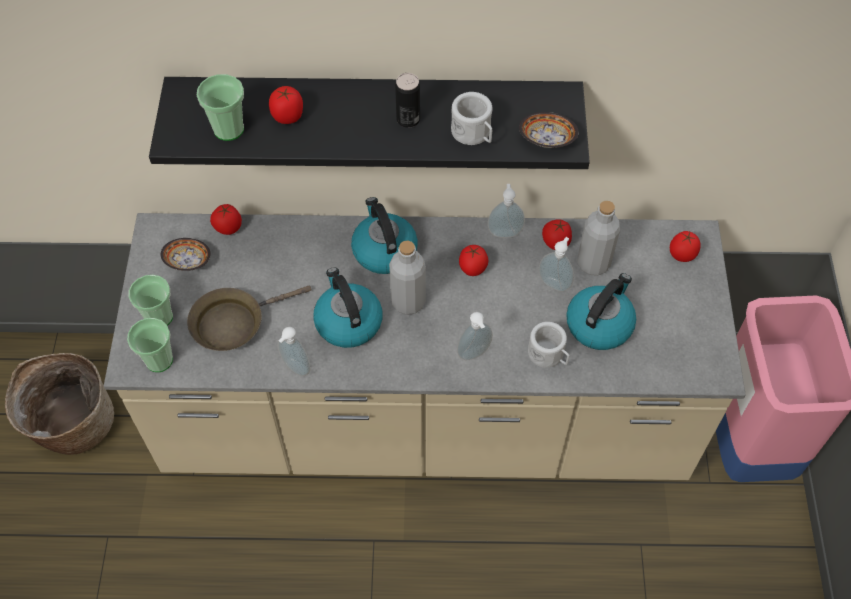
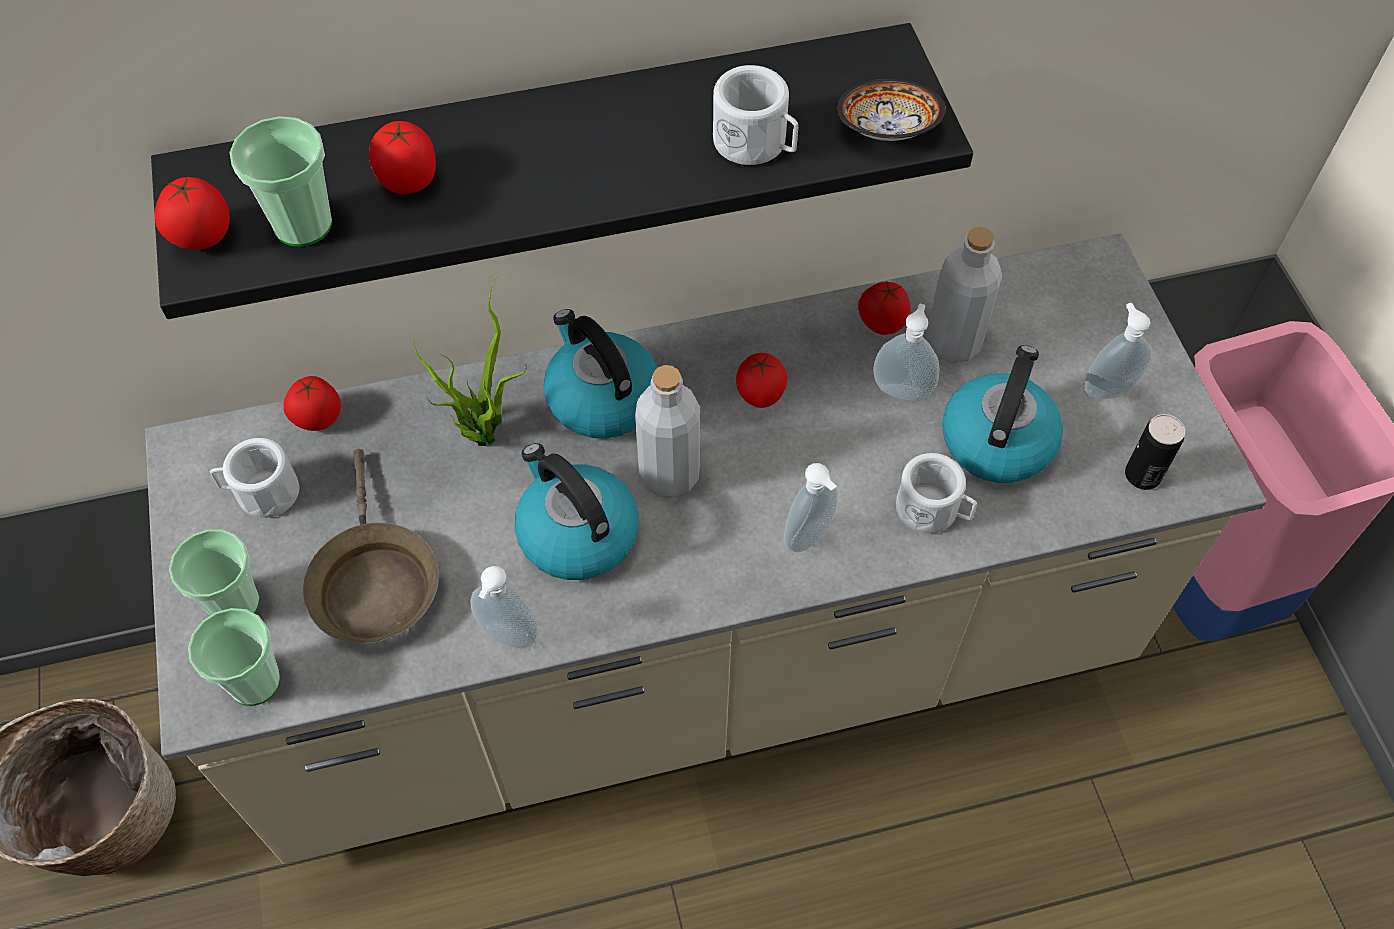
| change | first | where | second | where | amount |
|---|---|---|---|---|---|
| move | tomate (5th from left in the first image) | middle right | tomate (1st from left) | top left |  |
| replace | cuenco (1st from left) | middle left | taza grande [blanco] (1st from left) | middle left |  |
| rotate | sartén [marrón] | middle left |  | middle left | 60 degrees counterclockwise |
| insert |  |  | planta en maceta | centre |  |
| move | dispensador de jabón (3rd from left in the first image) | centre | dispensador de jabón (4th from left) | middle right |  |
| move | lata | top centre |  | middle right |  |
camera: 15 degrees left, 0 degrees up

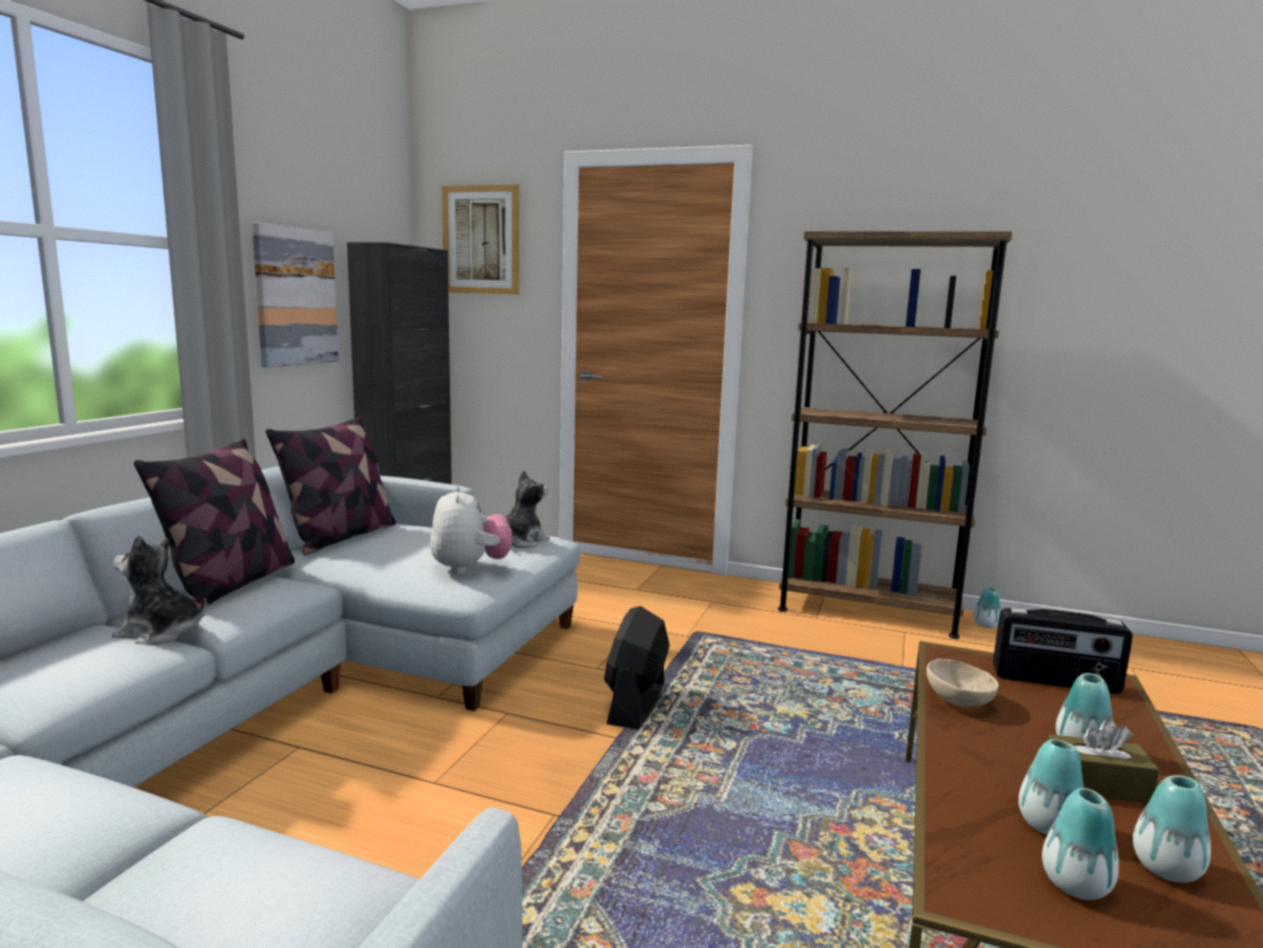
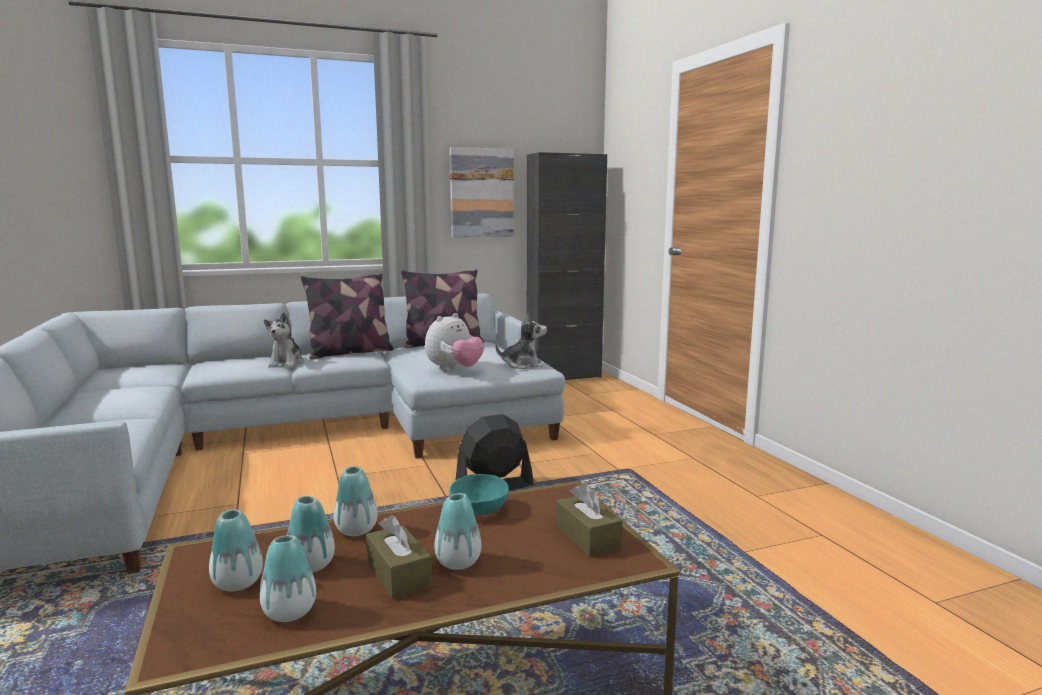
| change | first | where | second | where | amount |
|---|---|---|---|---|---|
| rotate | peluche (1st from left) | middle left |  | middle left | 150 degrees counterclockwise |
| move | florero (1st from left in the first image) | middle right | florero (4th from left) | bottom centre |  |
| recolor | cuenco [beis] | bottom right | cuenco [turquesa] | bottom centre |  |
| replace | radio | bottom right | caja de pañuelos [marrón] (2nd from left) | bottom centre |  |
| delete | cuadro (2nd from left) | top centre |  |  |  |
| delete | estantería [marrón] | middle right |  |  |  |
camera: 50 degrees right, 0 degrees up

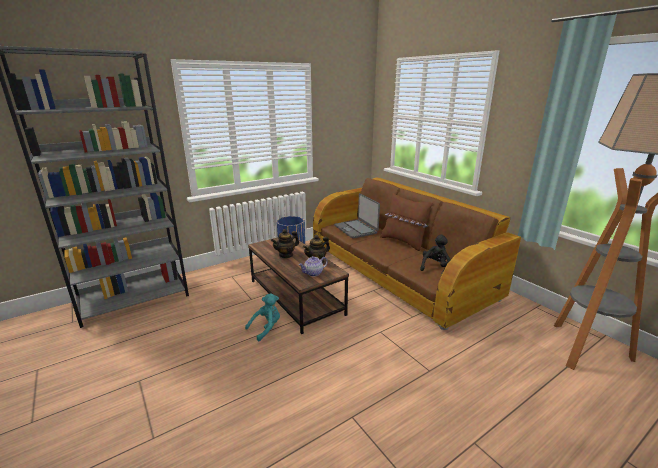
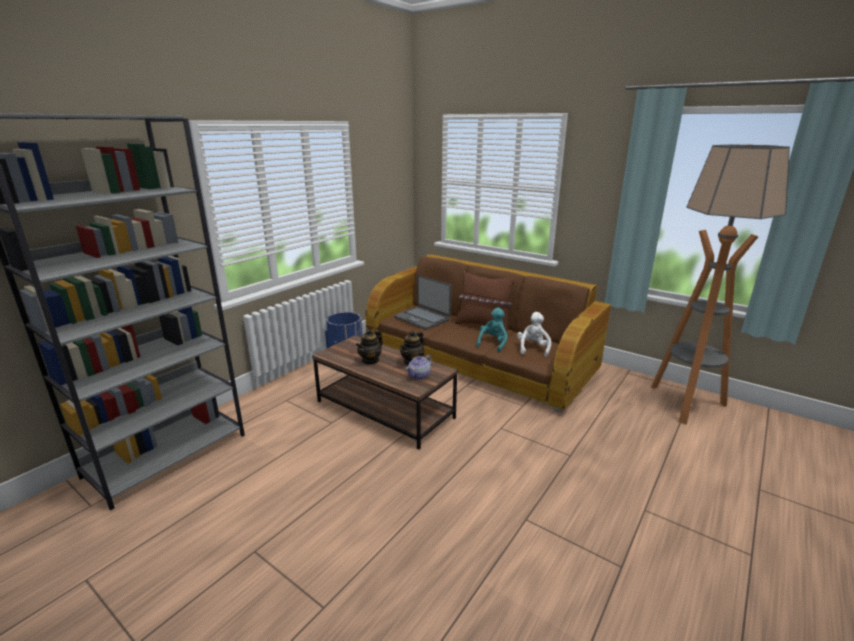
| change | first | where | second | where | amount |
|---|---|---|---|---|---|
| move | peluche [turquesa] | bottom centre |  | centre |  |
| recolor | peluche [negro] | centre | peluche [blanco] | centre |  |
camera: 20 degrees left, 0 degrees up

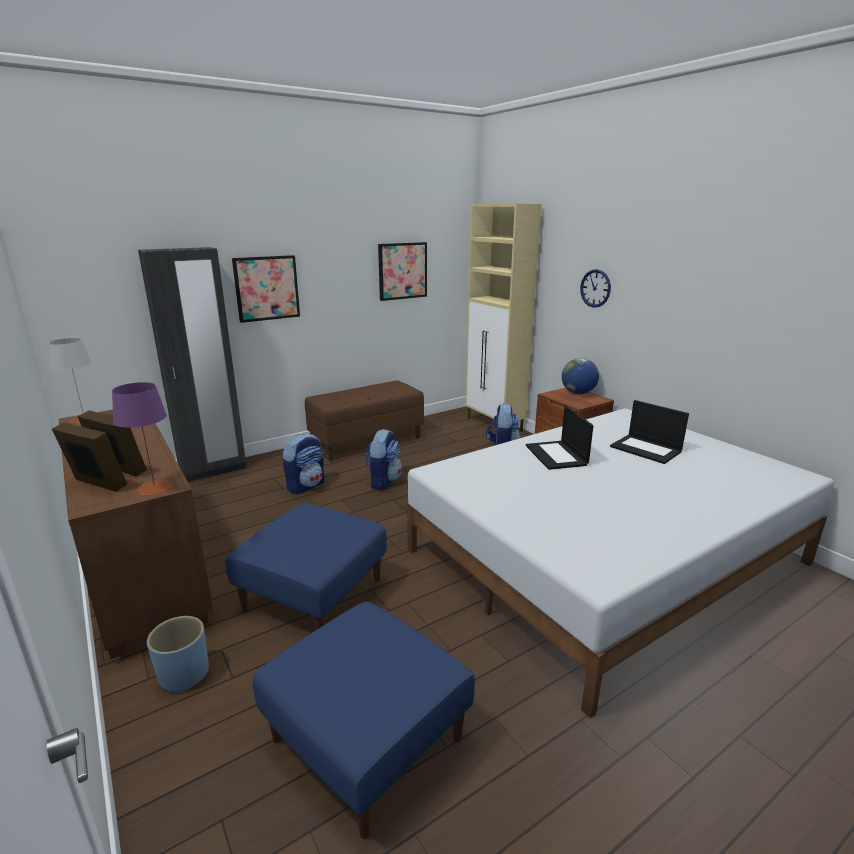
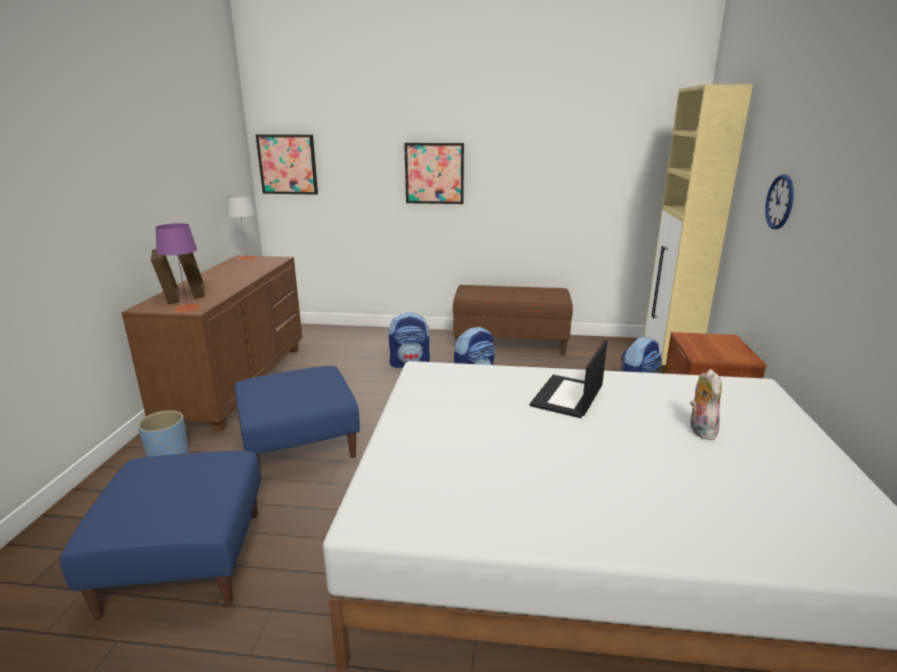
| change | first | where | second | where | amount |
|---|---|---|---|---|---|
| move | cuadro (2nd from left in the first image) | top centre | cuadro (1st from left) | top left |  |
| replace | portátil (2nd from left) | middle right | peluche | middle right |  |
| delete | armario ropero [negro] | middle left |  |  |  |
| delete | globo terráqueo | middle right |  |  |  |
camera: 40 degrees right, 0 degrees up

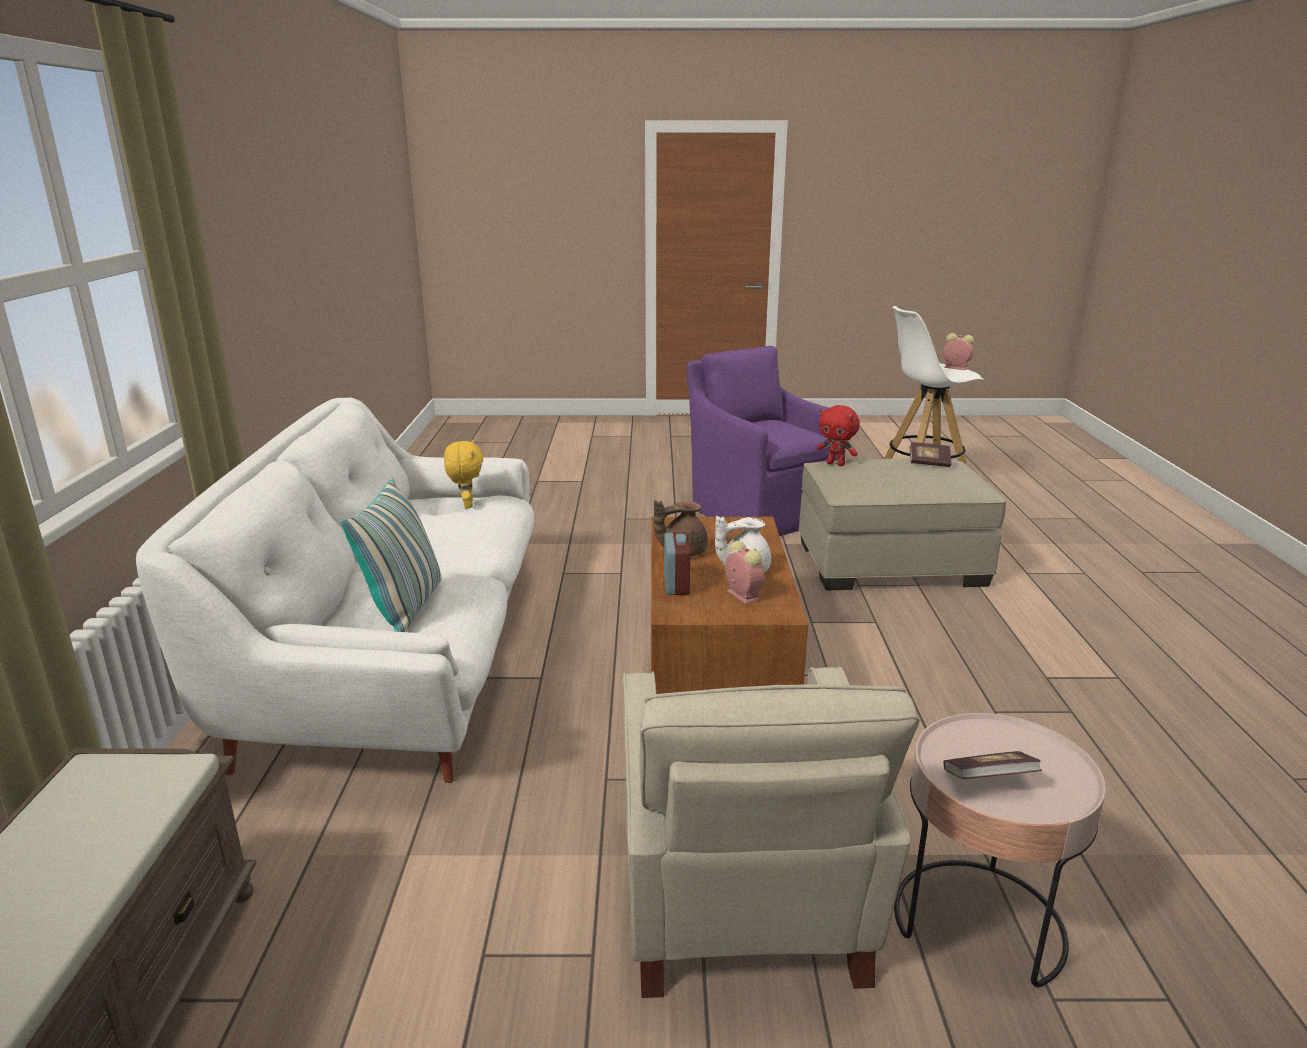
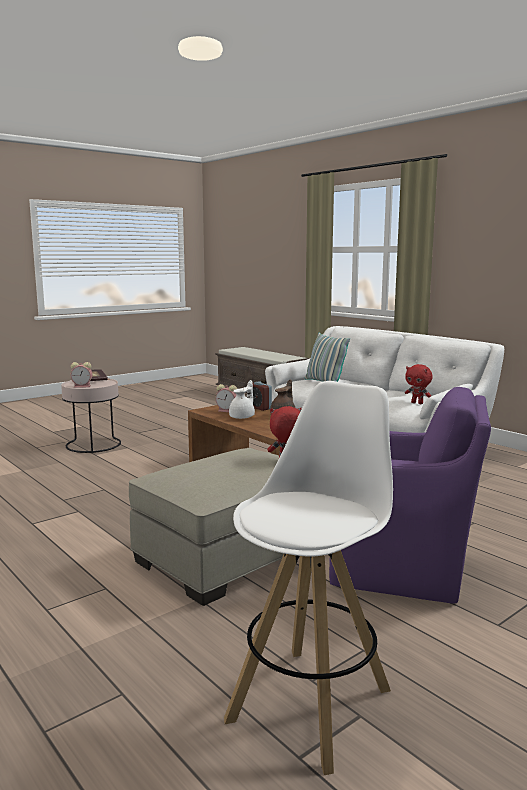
| change | first | where | second | where | amount |
|---|---|---|---|---|---|
| move | despertador (3rd from left in the first image) | middle right | despertador (1st from left) | middle left |  |
| recolor | peluche [amarillo] | centre | peluche [rojo] (2nd from left) | middle right |  |
| delete | sillón [beis] | bottom centre |  |  |  |
| delete | libro (1st from left) | middle right |  |  |  |
camera: 140 degrees right, 10 degrees down

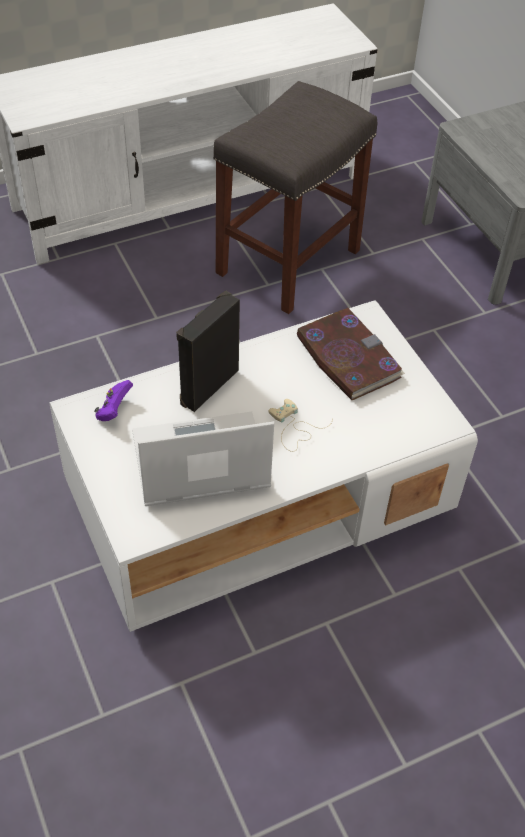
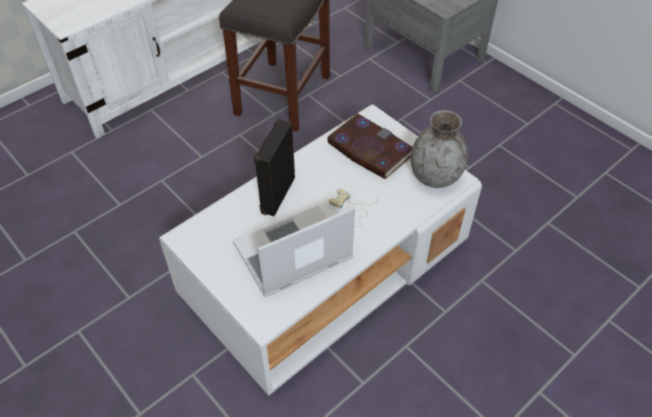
| change | first | where | second | where | amount |
|---|---|---|---|---|---|
| insert |  |  | florero [gris] | middle right |  |
| delete | mando de consola [morado] | middle left |  |  |  |
camera: 15 degrees left, 0 degrees up

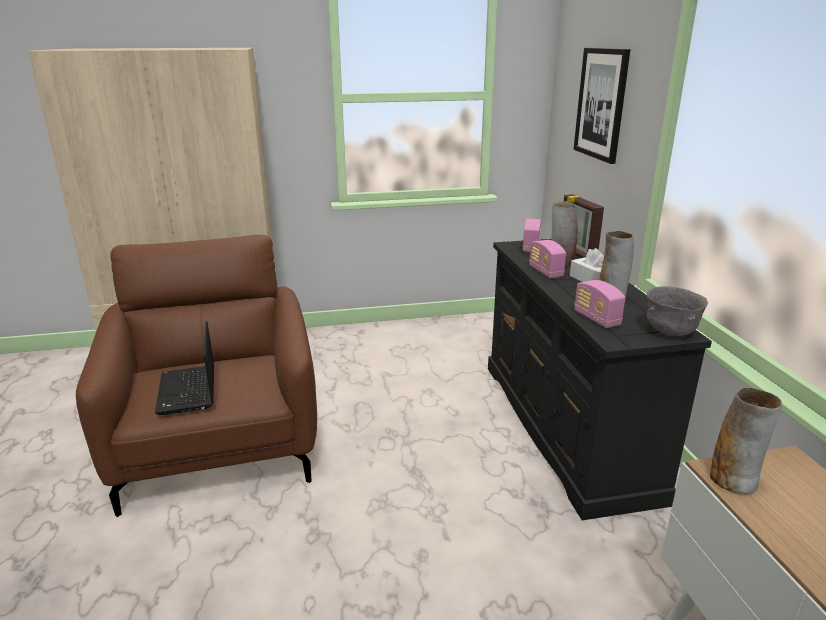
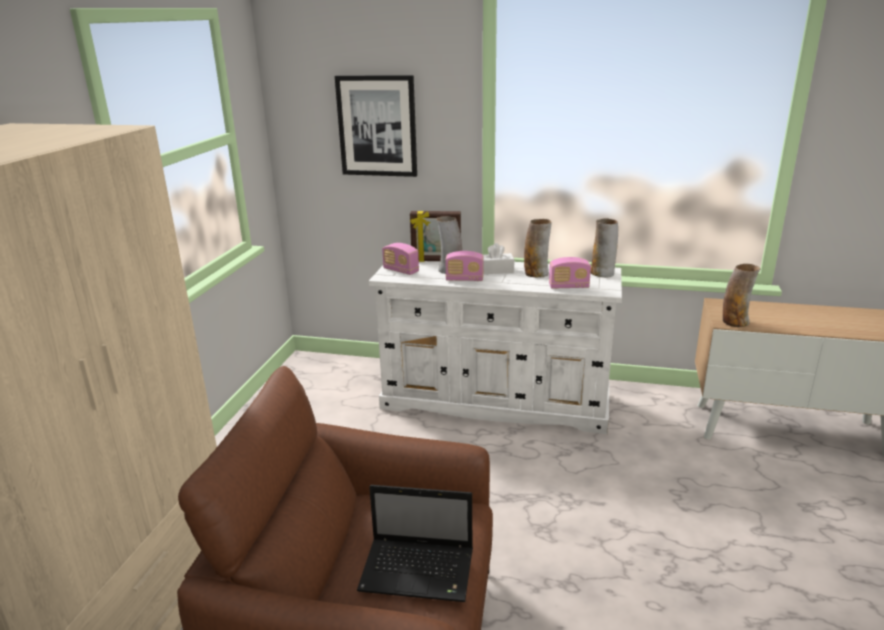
| change | first | where | second | where | amount |
|---|---|---|---|---|---|
| recolor | cómoda [negro] | middle right | cómoda [blanco] | centre |  |
| replace | cuenco [gris] | middle right | florero (3rd from left) | middle right |  |
camera: 65 degrees left, 0 degrees up

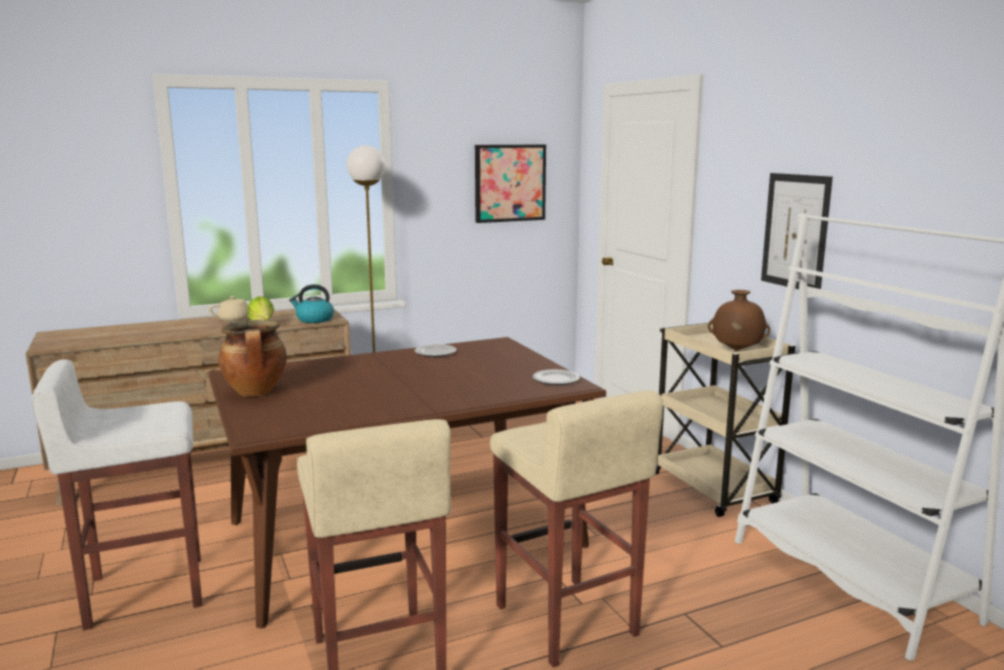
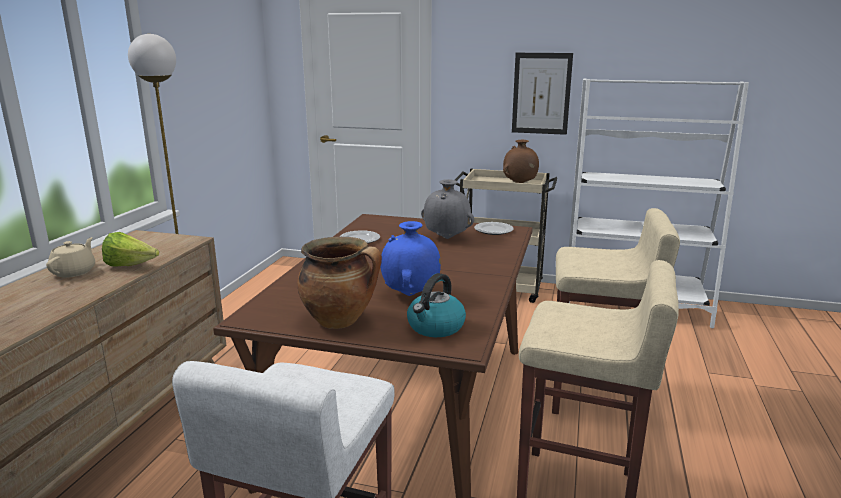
| change | first | where | second | where | amount |
|---|---|---|---|---|---|
| insert |  |  | florero [azul] | centre |  |
| move | hervidor | middle left |  | centre |  |
| insert |  |  | florero [gris] | centre |  |
| delete | cuadro (1st from left) | top centre |  |  |  |
camera: 50 degrees left, 5 degrees up

